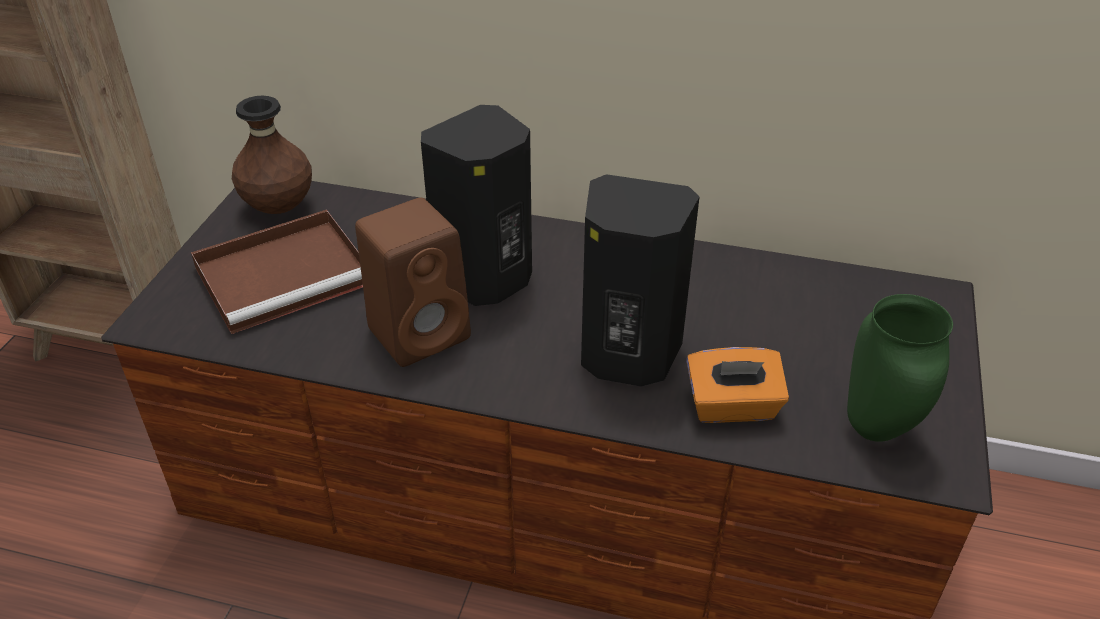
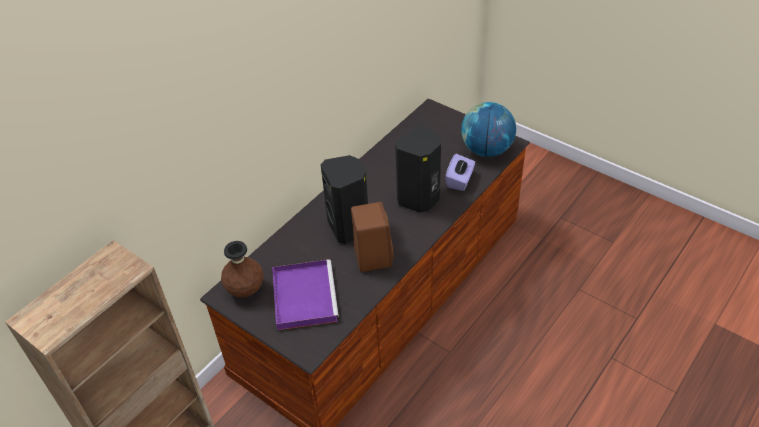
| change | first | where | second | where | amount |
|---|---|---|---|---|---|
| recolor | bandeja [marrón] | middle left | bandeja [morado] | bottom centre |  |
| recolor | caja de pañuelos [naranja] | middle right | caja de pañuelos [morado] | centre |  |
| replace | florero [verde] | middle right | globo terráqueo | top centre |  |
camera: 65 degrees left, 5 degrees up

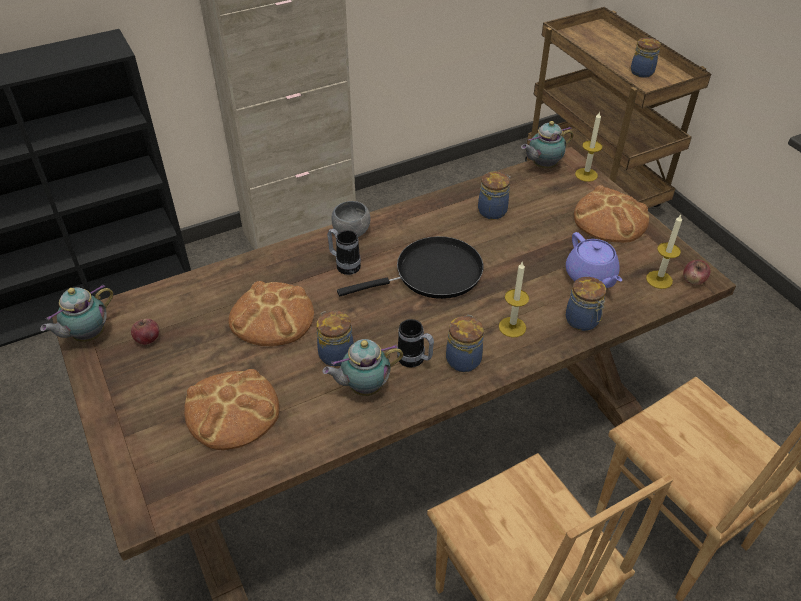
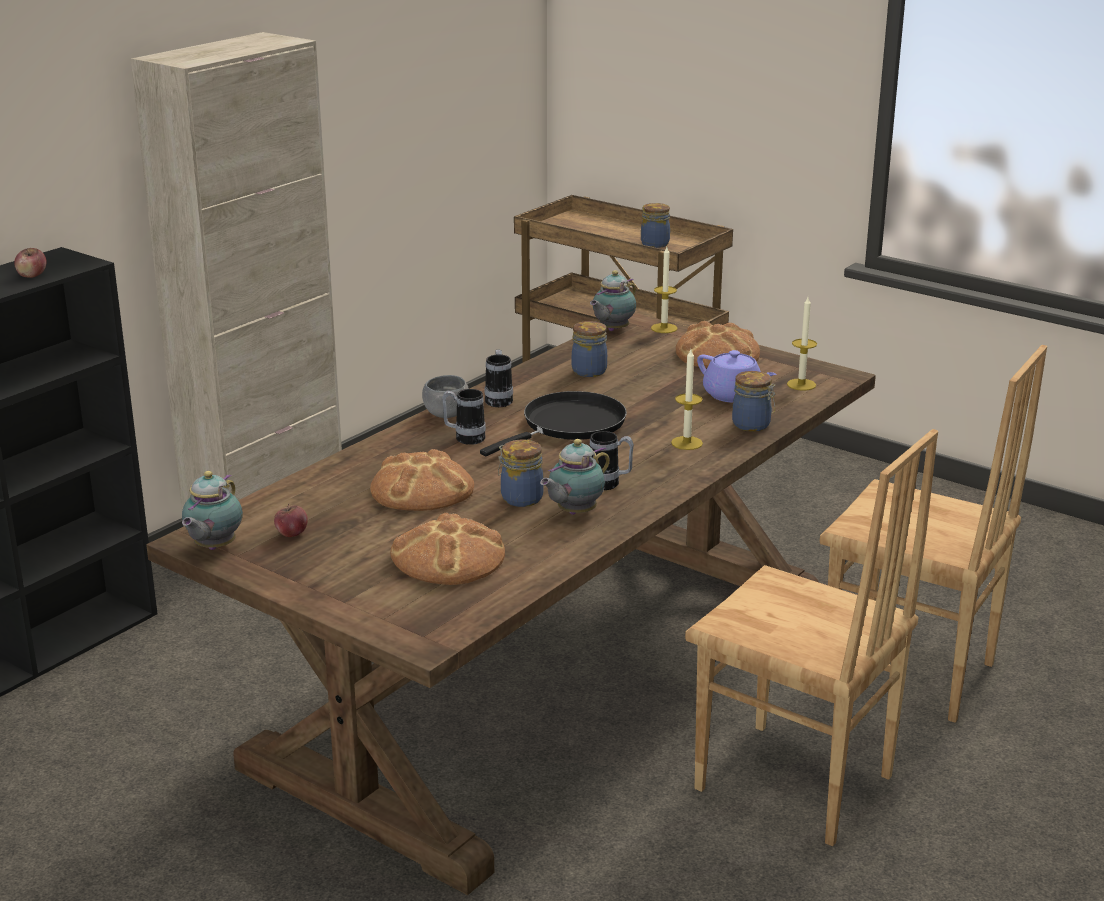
| change | first | where | second | where | amount |
|---|---|---|---|---|---|
| move | manzana (2nd from left in the first image) | middle right | manzana (1st from left) | top left |  |
| insert |  |  | taza grande (2nd from left) | centre |  |
| delete | tarro (2nd from left) | centre |  |  |  |
camera: 25 degrees left, 20 degrees down

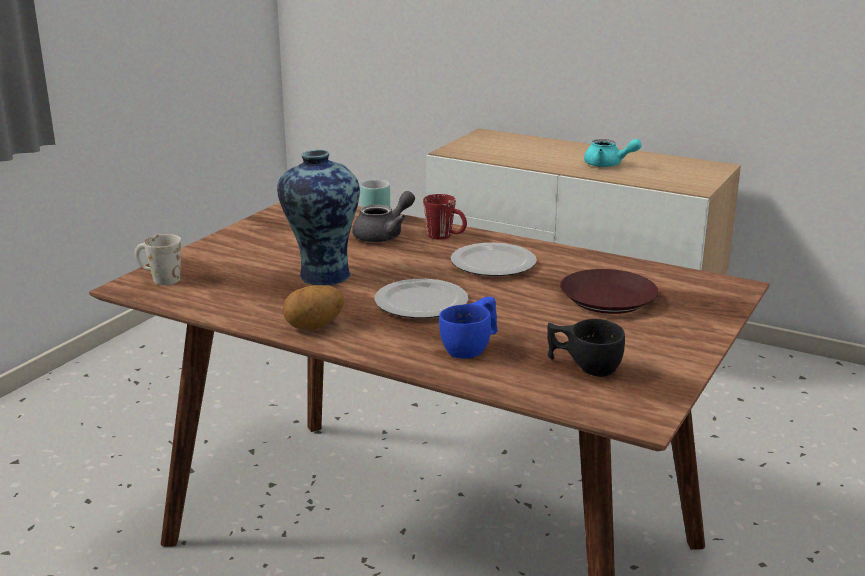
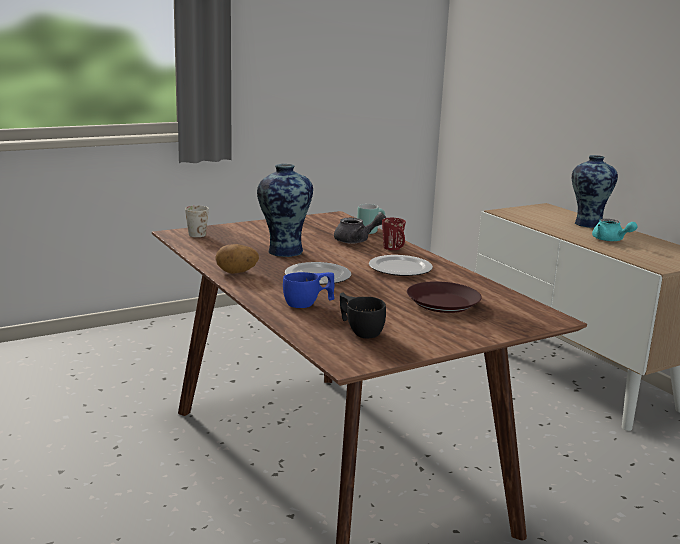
| change | first | where | second | where | amount |
|---|---|---|---|---|---|
| insert |  |  | florero (2nd from left) | middle right |  |
camera: 30 degrees right, 5 degrees down

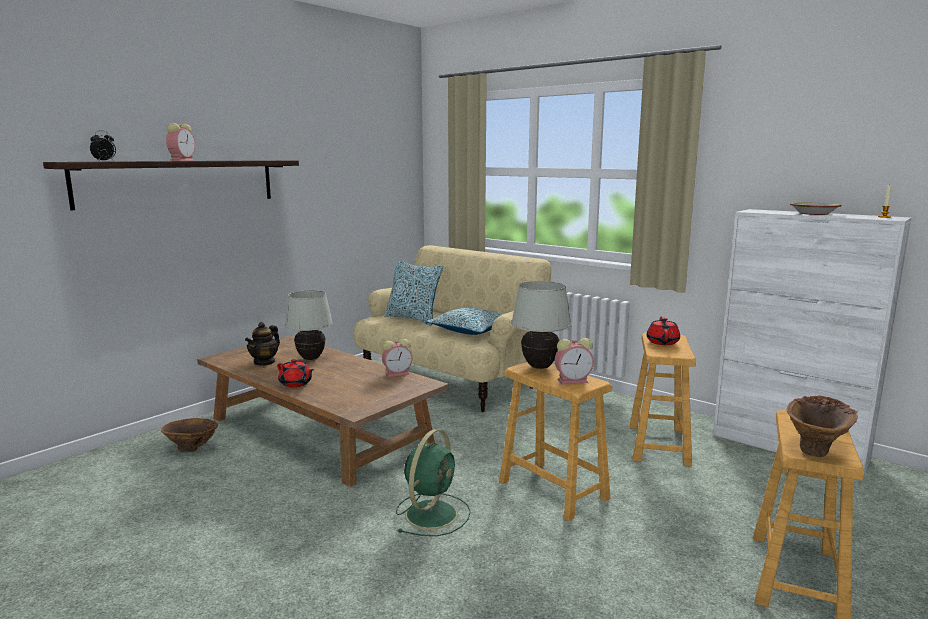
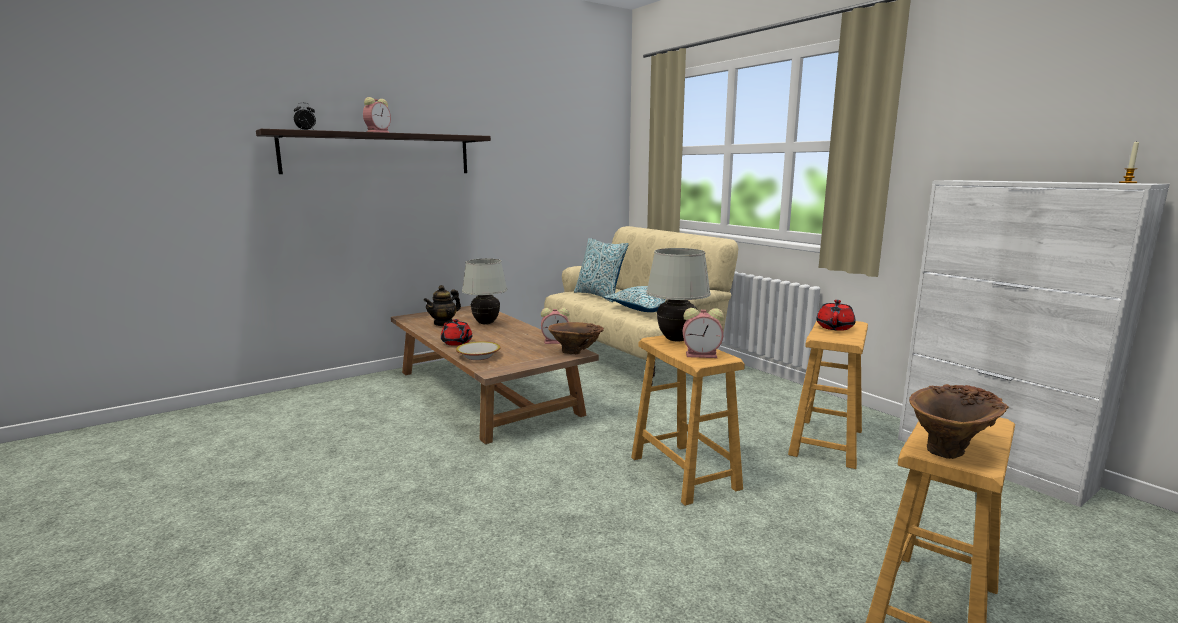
| change | first | where | second | where | amount |
|---|---|---|---|---|---|
| move | cuenco | middle right |  | centre |  |
| move | florero [marrón] (1st from left) | bottom left |  | centre |  |
| delete | ventilador [verde] | bottom centre |  |  |  |
camera: 15 degrees right, 0 degrees up

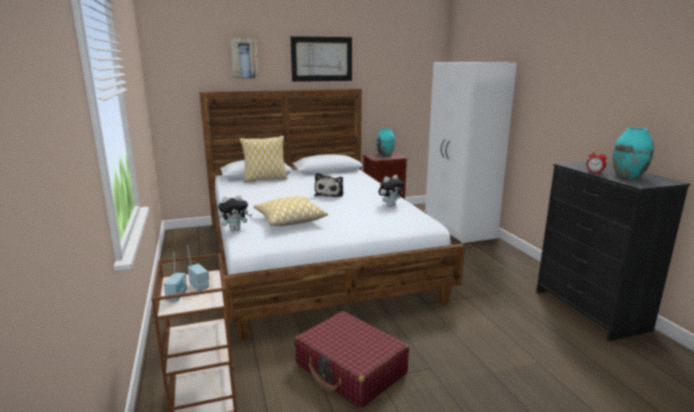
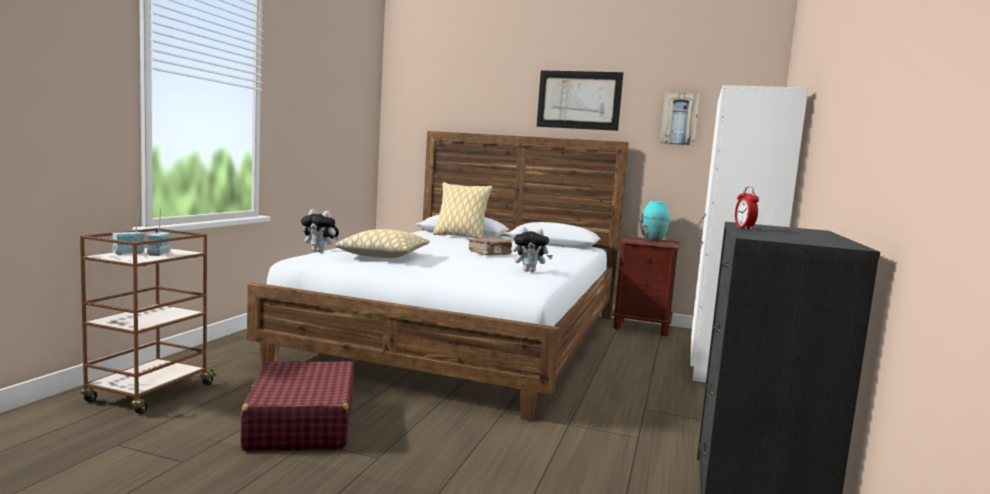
| change | first | where | second | where | amount |
|---|---|---|---|---|---|
| replace | peluche (2nd from left) | centre | libro [marrón] | centre |  |
| move | cuadro (1st from left in the first image) | top centre | cuadro (2nd from left) | top right |  |
| delete | florero [turquesa] (2nd from left) | middle right |  |  |  |
camera: 35 degrees right, 10 degrees down

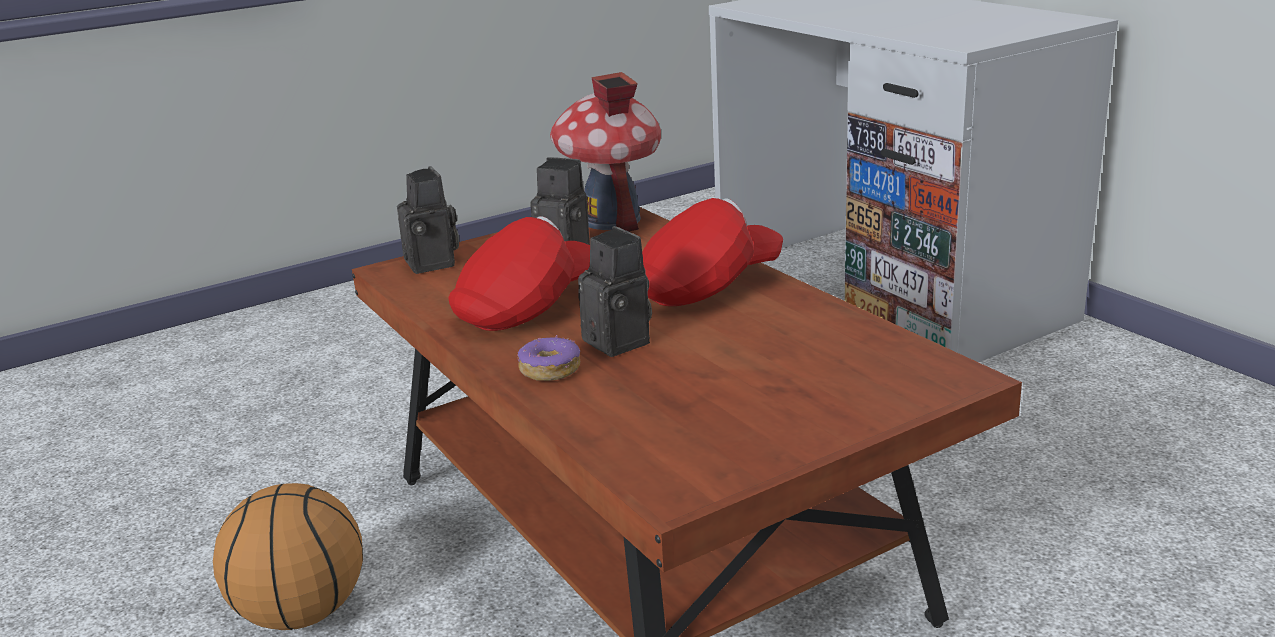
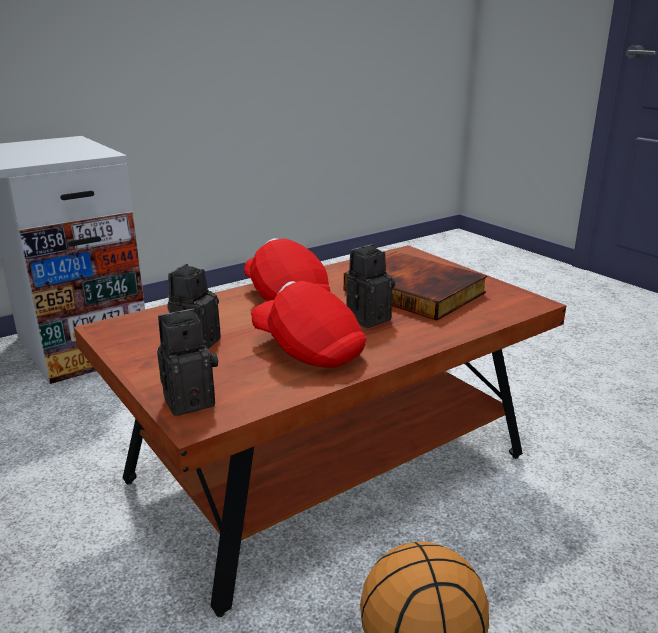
| change | first | where | second | where | amount |
|---|---|---|---|---|---|
| insert |  |  | libro | centre |  |
| delete | rosquilla | centre |  |  |  |
| delete | casita | top centre |  |  |  |
camera: 95 degrees left, 0 degrees up

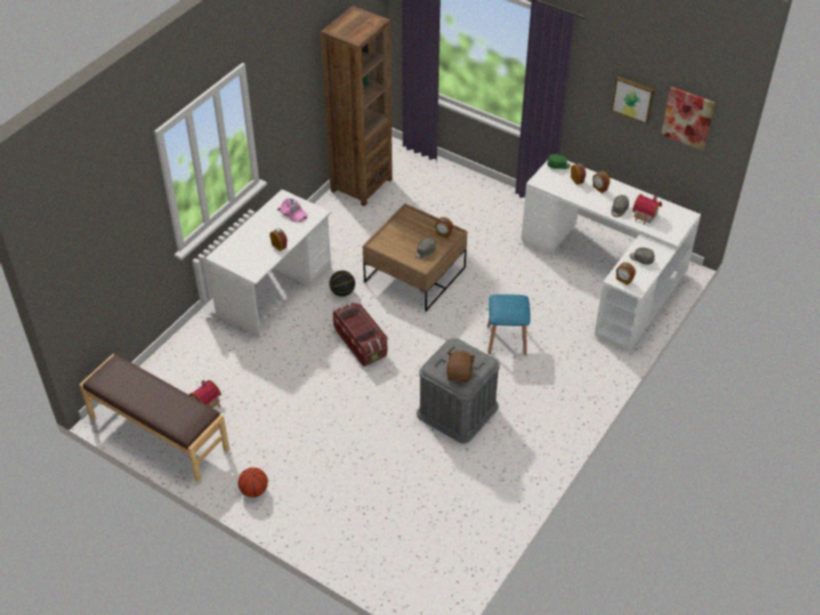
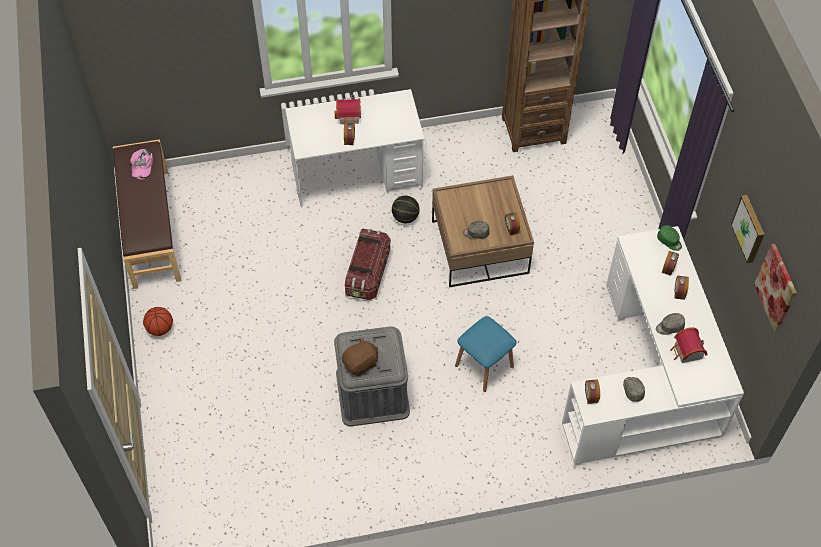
| change | first | where | second | where | amount |
|---|---|---|---|---|---|
| move | gorra [rosa] | centre |  | top left |  |
| move | casita (1st from left) | middle left |  | top centre |  |
camera: 45 degrees right, 10 degrees up

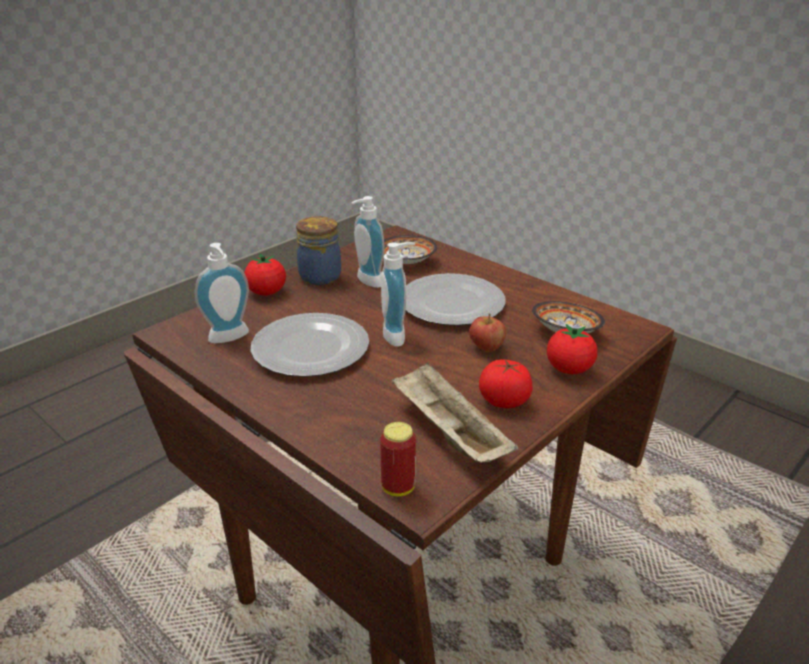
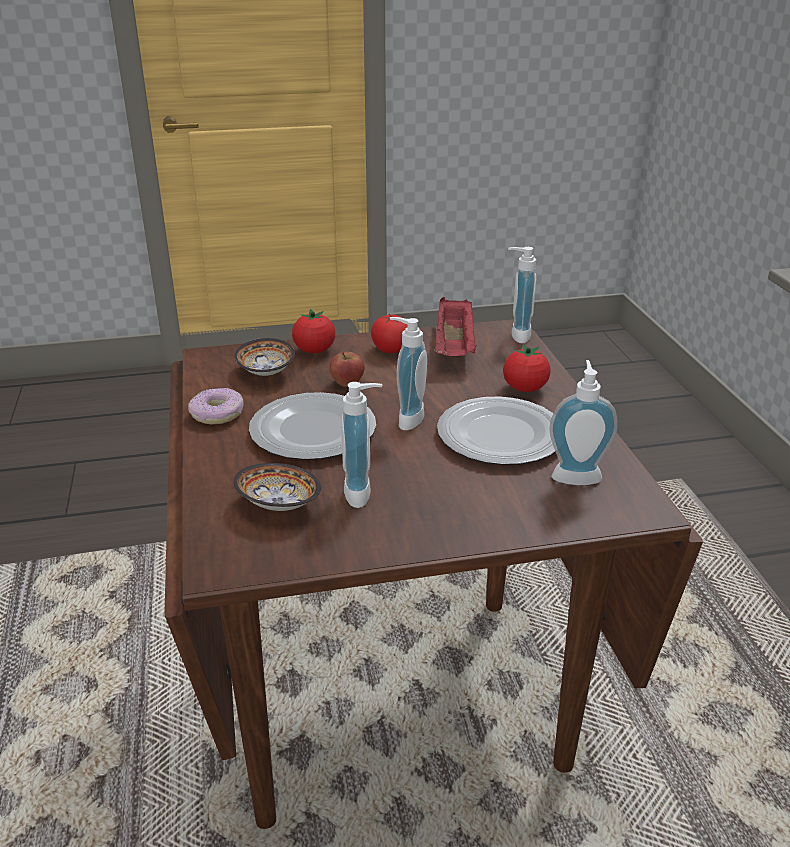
| change | first | where | second | where | amount |
|---|---|---|---|---|---|
| insert |  |  | rosquilla | middle left |  |
| recolor | bandeja [beis] | centre | bandeja [rojo] | centre |  |
| move | tomate (1st from left in the first image) | middle left | tomate (3rd from left) | middle right |  |
| replace | lata | bottom centre | dispensador de jabón (3rd from left) | centre |  |
| delete | tarro | centre |  |  |  |
camera: 145 degrees left, 0 degrees up

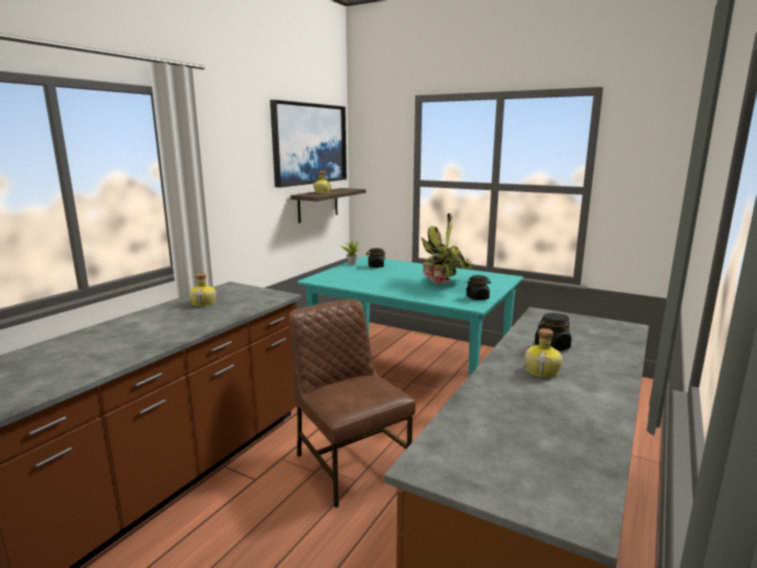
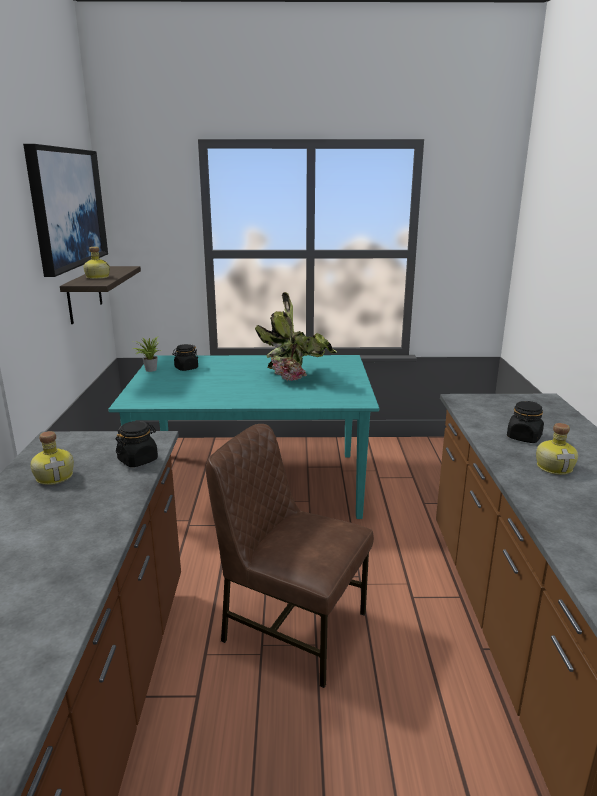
| change | first | where | second | where | amount |
|---|---|---|---|---|---|
| move | tarro [negro] (2nd from left in the first image) | centre | tarro [negro] (1st from left) | middle left |  |
camera: 30 degrees left, 5 degrees up

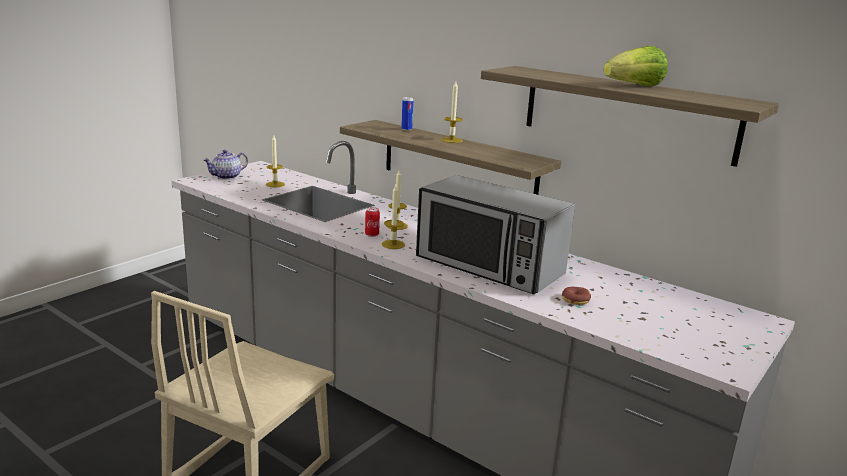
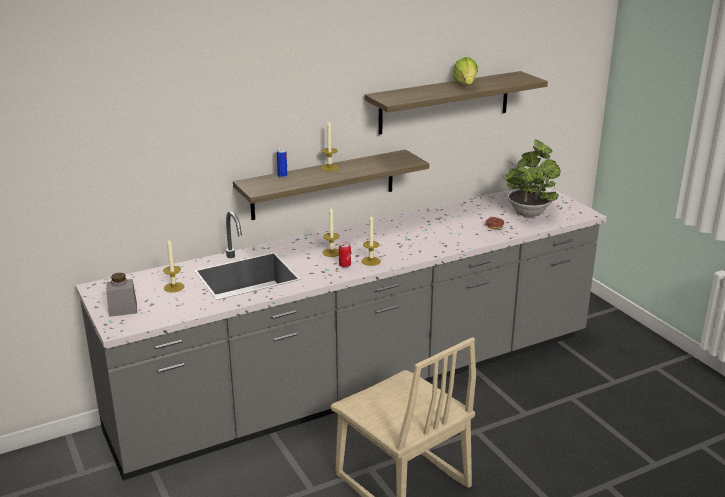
| change | first | where | second | where | amount |
|---|---|---|---|---|---|
| replace | tetera | middle left | tarro [gris] | middle left |  |
| insert |  |  | planta en maceta | middle right |  |
| delete | microondas | centre |  |  |  |
camera: 65 degrees left, 5 degrees up

